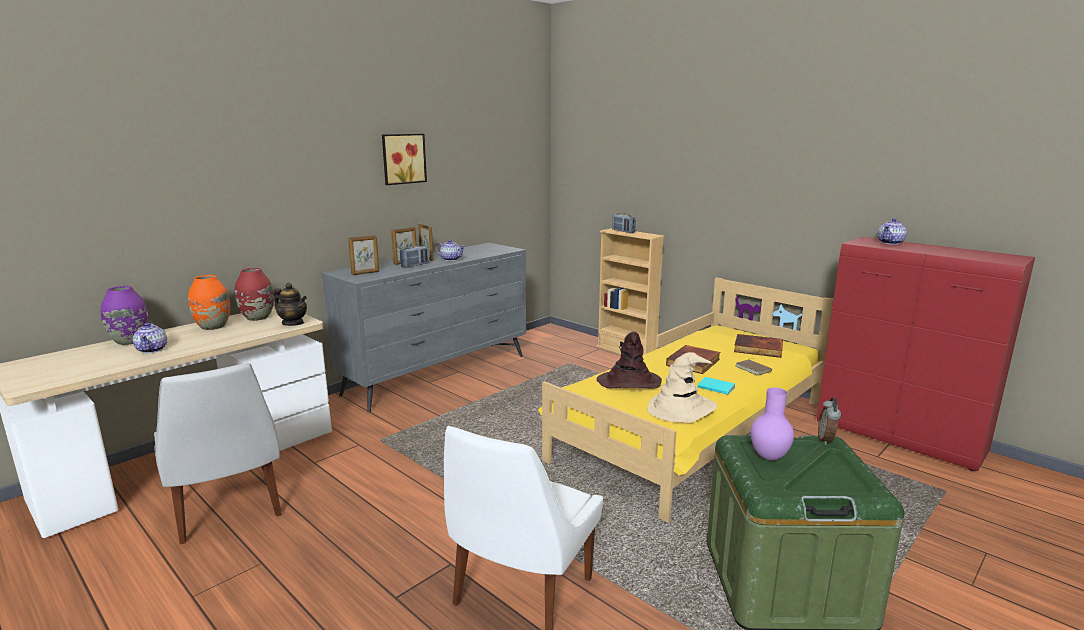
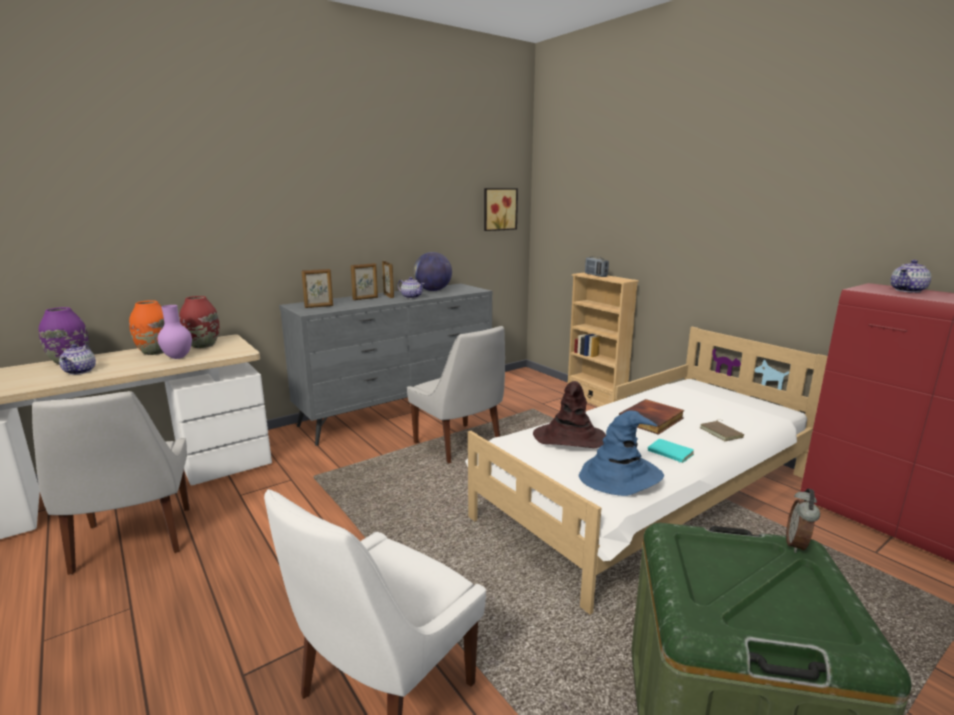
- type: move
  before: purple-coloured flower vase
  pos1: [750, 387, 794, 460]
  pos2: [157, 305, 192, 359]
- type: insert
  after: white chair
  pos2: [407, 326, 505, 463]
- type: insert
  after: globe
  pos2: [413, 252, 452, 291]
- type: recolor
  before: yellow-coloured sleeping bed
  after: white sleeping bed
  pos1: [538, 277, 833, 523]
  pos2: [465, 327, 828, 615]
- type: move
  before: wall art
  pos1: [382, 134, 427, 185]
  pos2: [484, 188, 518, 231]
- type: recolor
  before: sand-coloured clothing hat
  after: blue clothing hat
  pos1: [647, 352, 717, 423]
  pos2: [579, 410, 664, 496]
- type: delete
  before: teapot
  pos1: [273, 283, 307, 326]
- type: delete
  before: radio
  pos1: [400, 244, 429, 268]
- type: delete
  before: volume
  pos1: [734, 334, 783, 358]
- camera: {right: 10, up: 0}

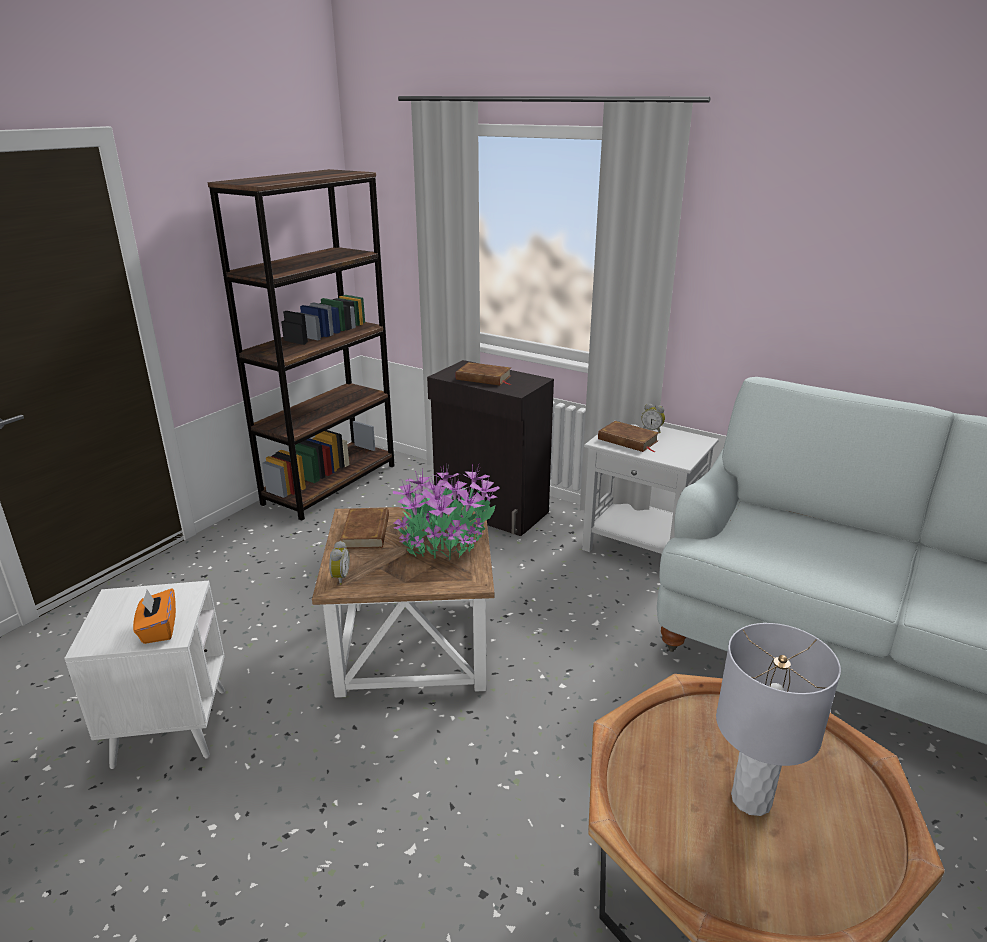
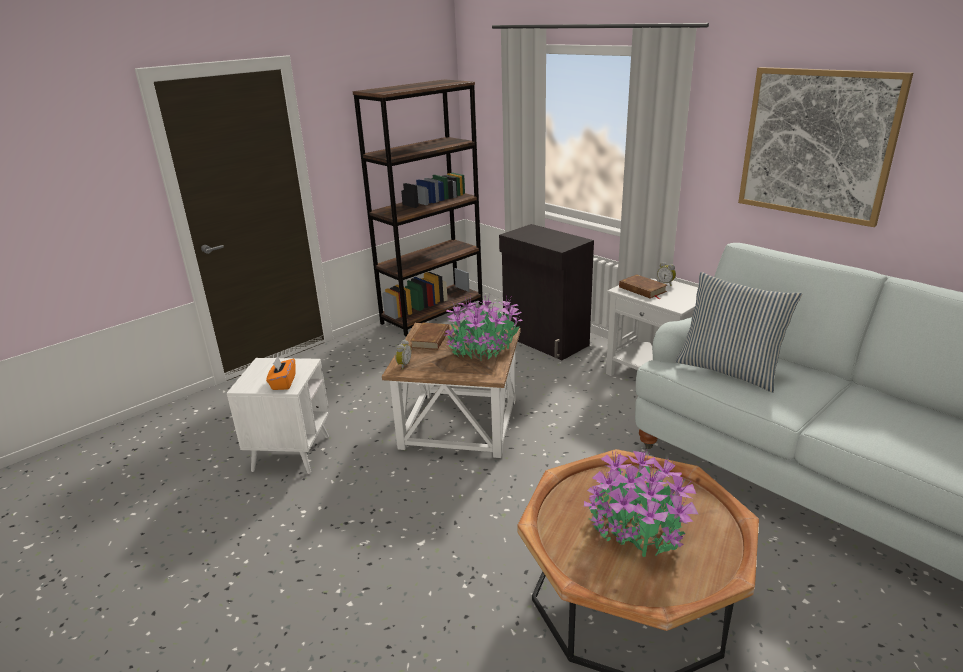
- type: replace
  before: gray table lamp
  after: potted plant
  pos1: [716, 623, 841, 816]
  pos2: [584, 448, 698, 557]
- type: insert
  after: pillow
  pos2: [676, 272, 802, 393]
- type: insert
  after: wall art
  pos2: [738, 67, 913, 227]
- type: delete
  before: brown-coloured volume
  pos1: [456, 362, 511, 386]
- camera: {right: 15, up: 0}

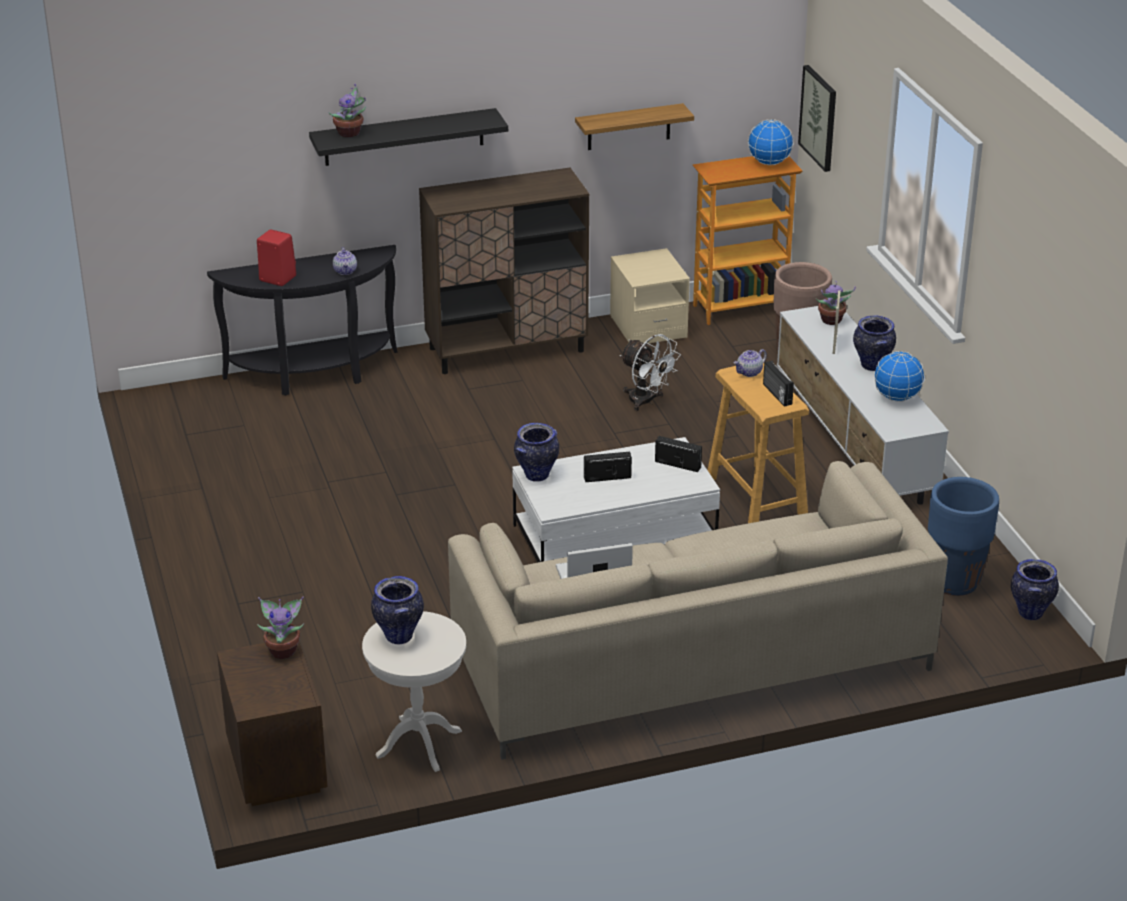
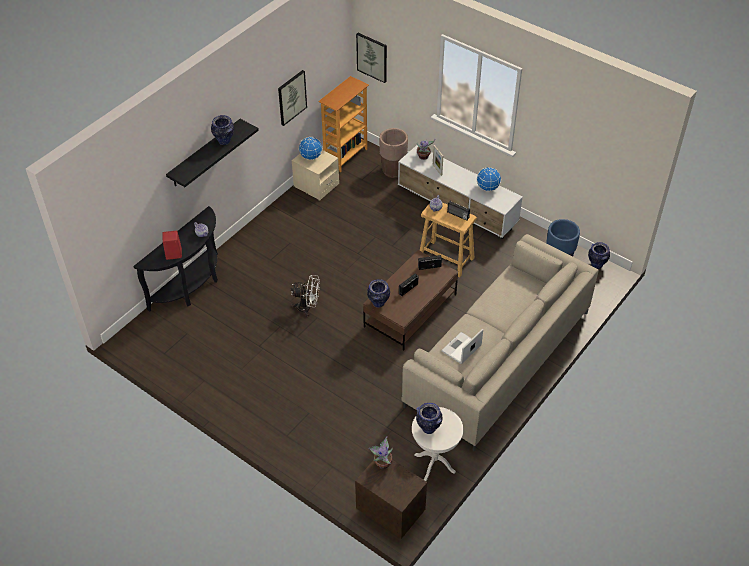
- type: move
  before: flower vase
  pos1: [853, 315, 896, 371]
  pos2: [211, 115, 234, 145]
- type: replace
  before: bracket shelf
  after: wall art
  pos1: [575, 103, 694, 150]
  pos2: [278, 70, 307, 126]
- type: move
  before: white cooling fan
  pos1: [620, 334, 681, 411]
  pos2: [291, 275, 320, 317]
- type: move
  before: globe
  pos1: [748, 119, 794, 165]
  pos2: [299, 137, 322, 160]
- type: recolor
  before: white coffee table
  after: brown-coloured coffee table
  pos1: [512, 437, 720, 562]
  pos2: [363, 250, 458, 351]
- type: delete
  before: potted plant
  pos1: [328, 83, 366, 137]
- type: delete
  before: brown-coloured cabinet
  pos1: [419, 168, 589, 374]
- camera: {right: -35, up: 15}

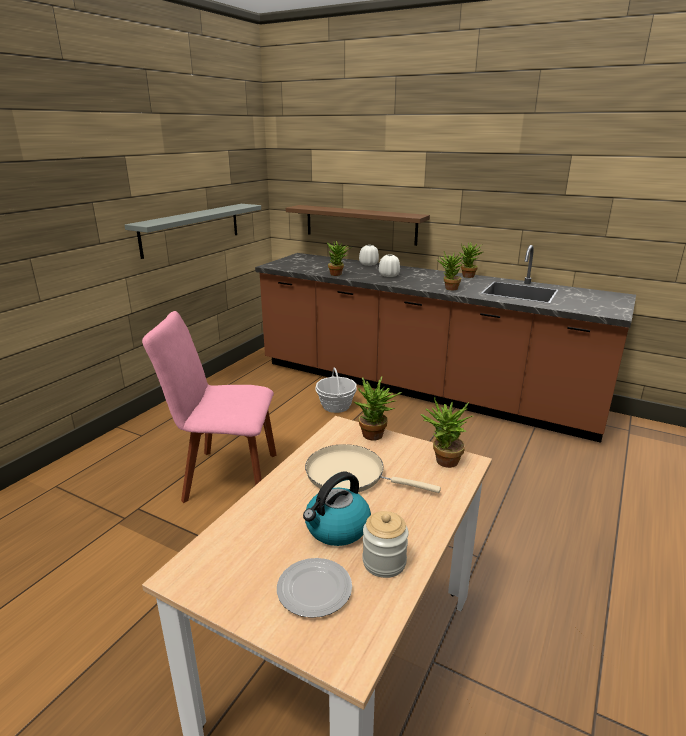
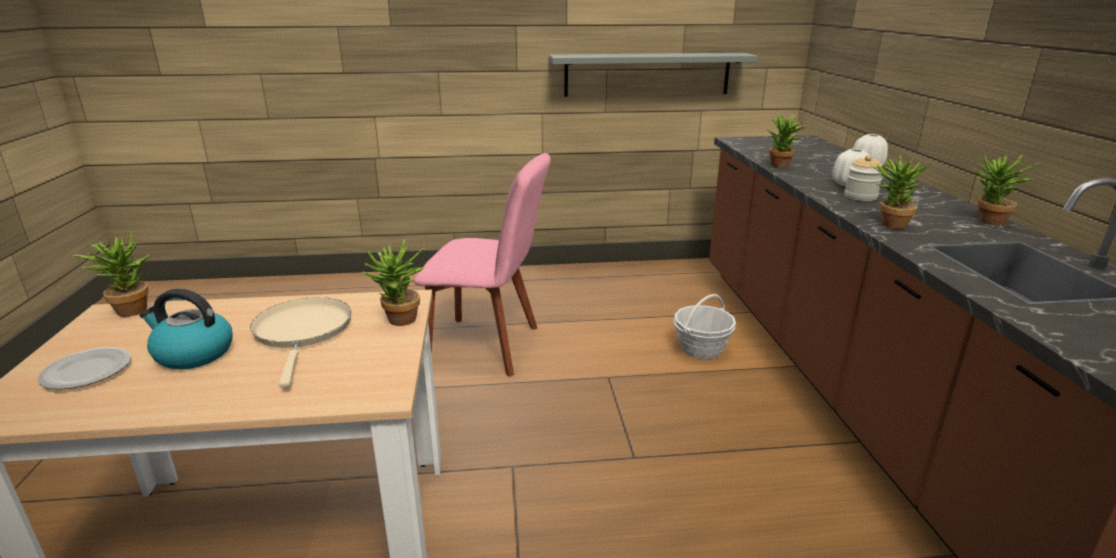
- type: move
  before: potted plant
  pos1: [420, 397, 473, 468]
  pos2: [72, 229, 150, 317]
- type: rotate
  before: pink chair
  pos1: [142, 311, 276, 503]
  pos2: [413, 153, 551, 377]
  turn: 135
- type: move
  before: jar
  pos1: [362, 511, 409, 578]
  pos2: [844, 155, 883, 201]
- type: delete
  before: brown-coloured bracket shelf
  pos1: [286, 205, 430, 246]
- camera: {right: 55, up: 0}

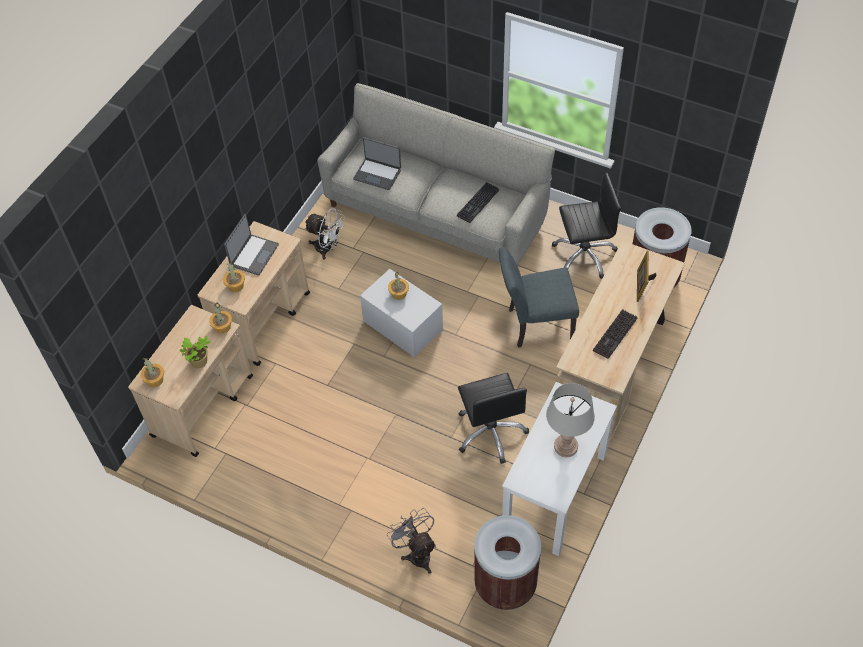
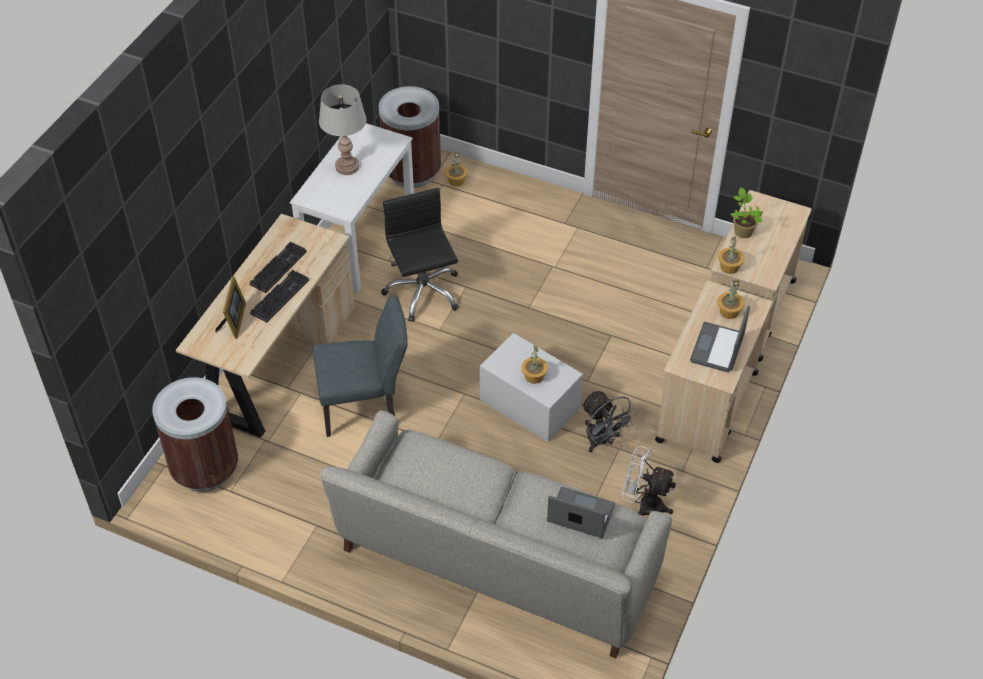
- type: move
  before: PC keyboard
  pos1: [457, 182, 499, 223]
  pos2: [250, 270, 309, 323]
- type: move
  before: potted plant
  pos1: [141, 358, 164, 387]
  pos2: [445, 153, 468, 186]
- type: move
  before: gray cooling fan
  pos1: [387, 508, 436, 574]
  pos2: [581, 390, 638, 452]
- type: delete
  before: black desk chair
  pos1: [552, 172, 621, 279]
- camera: {right: 175, up: -5}

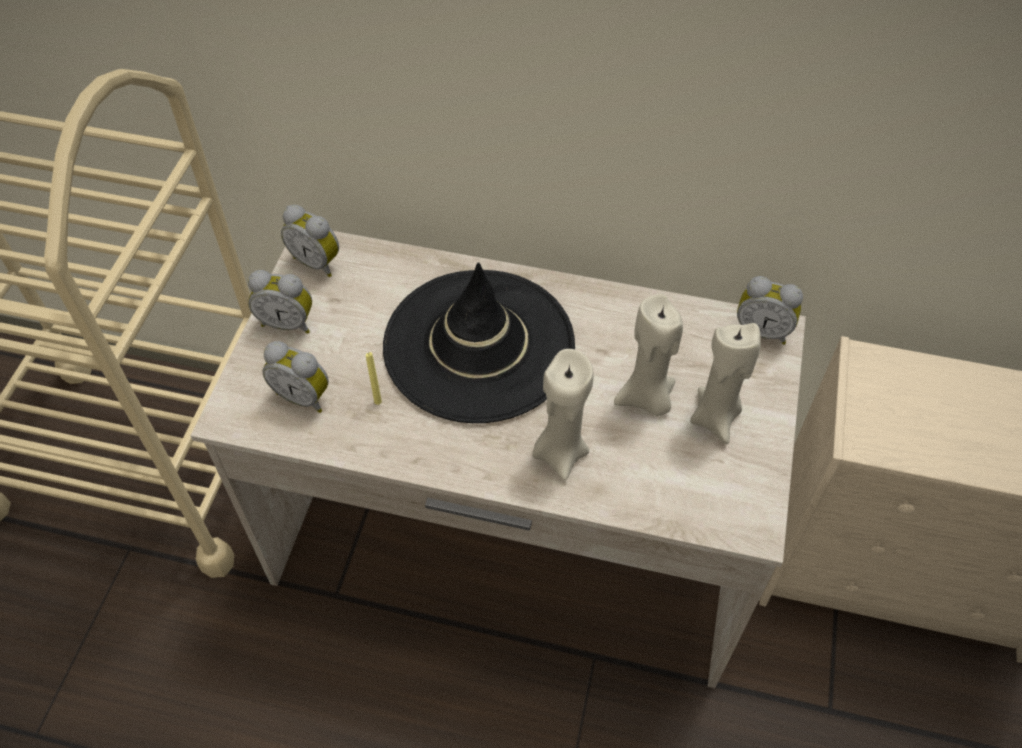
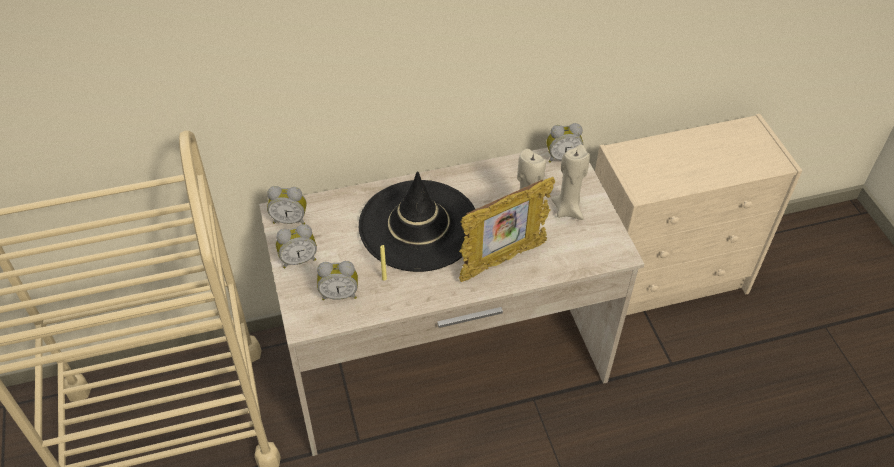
- type: replace
  before: sand-coloured wax light
  after: picture frame
  pos1: [532, 349, 594, 481]
  pos2: [459, 177, 555, 282]
- camera: {right: -30, up: -5}

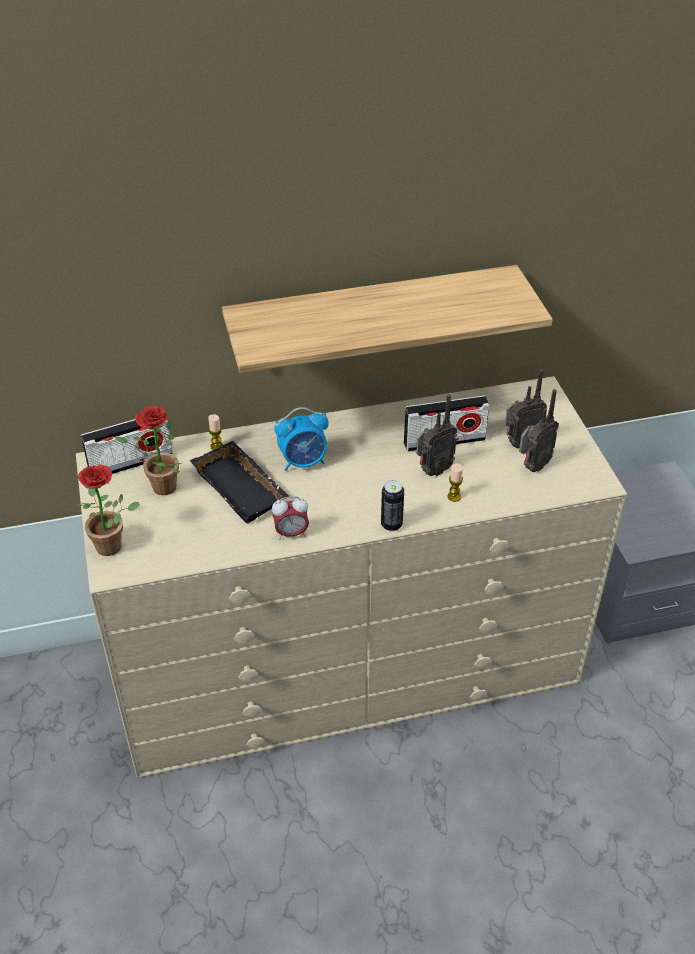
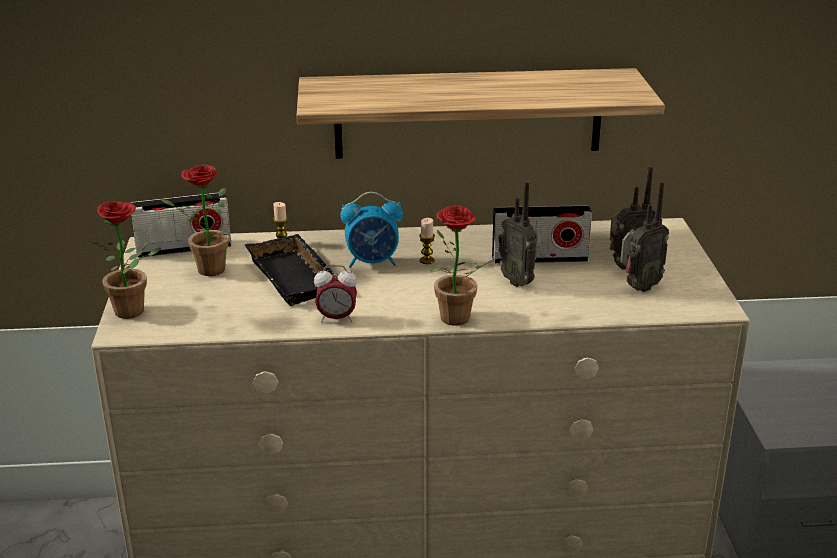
- type: move
  before: wax light
  pos1: [448, 463, 463, 502]
  pos2: [419, 218, 435, 264]
- type: replace
  before: can
  after: potted plant
  pos1: [381, 480, 404, 532]
  pos2: [430, 205, 498, 326]
- type: rotate
  before: radio
  pos1: [416, 394, 457, 476]
  pos2: [498, 181, 540, 287]
  turn: 75
- camera: {right: 10, up: -15}

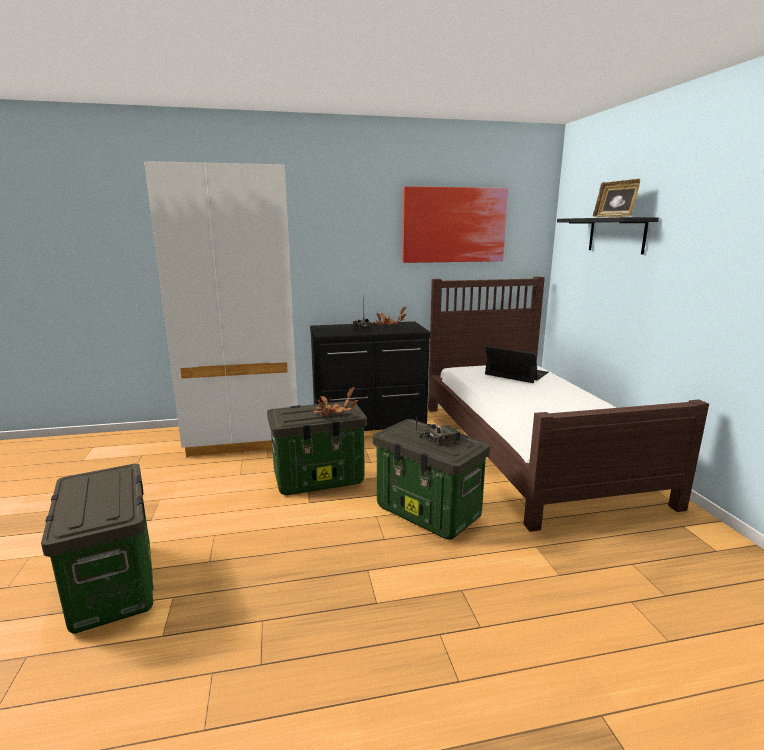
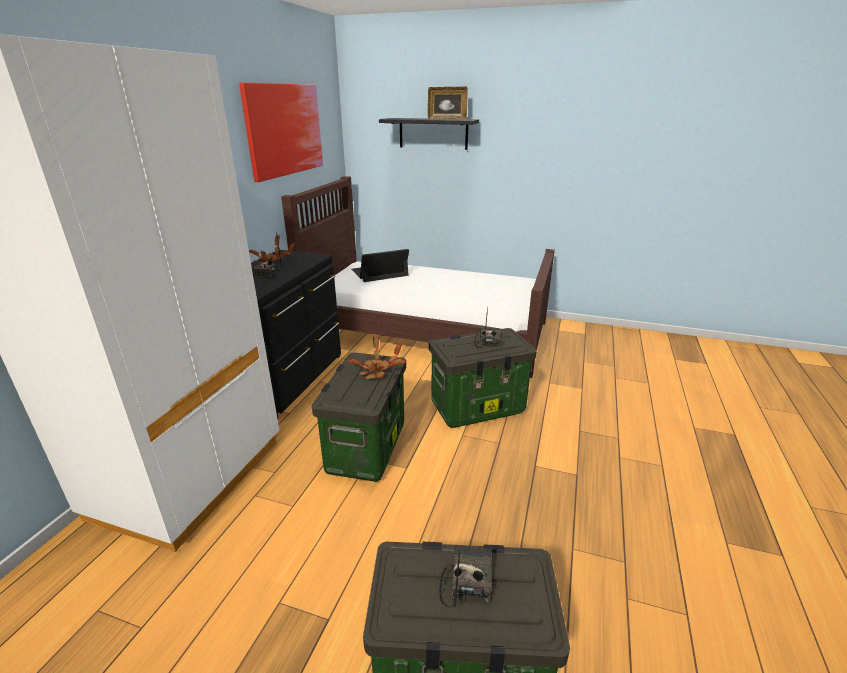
- type: insert
  after: radio
  pos2: [439, 545, 491, 608]
- camera: {right: -60, up: 10}

